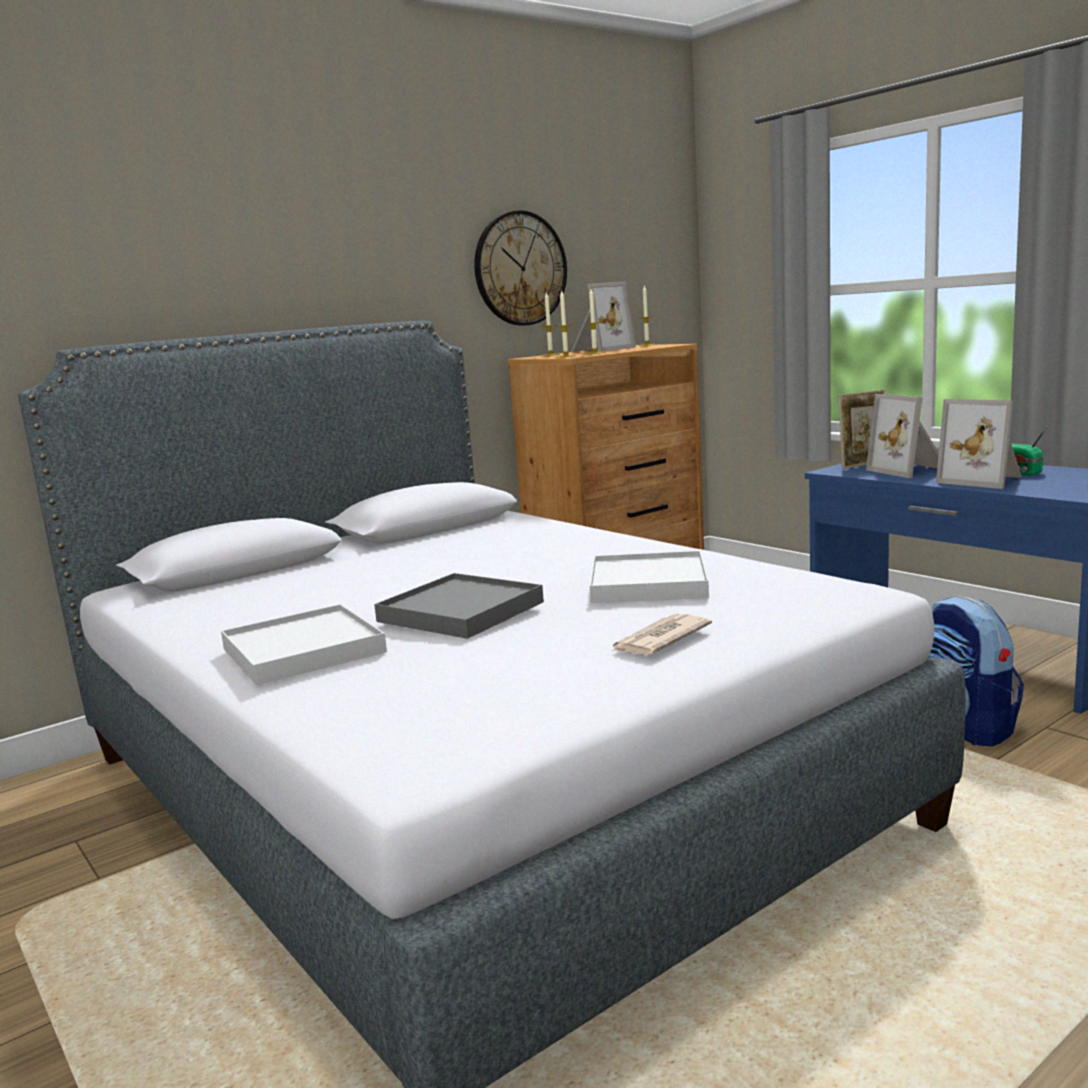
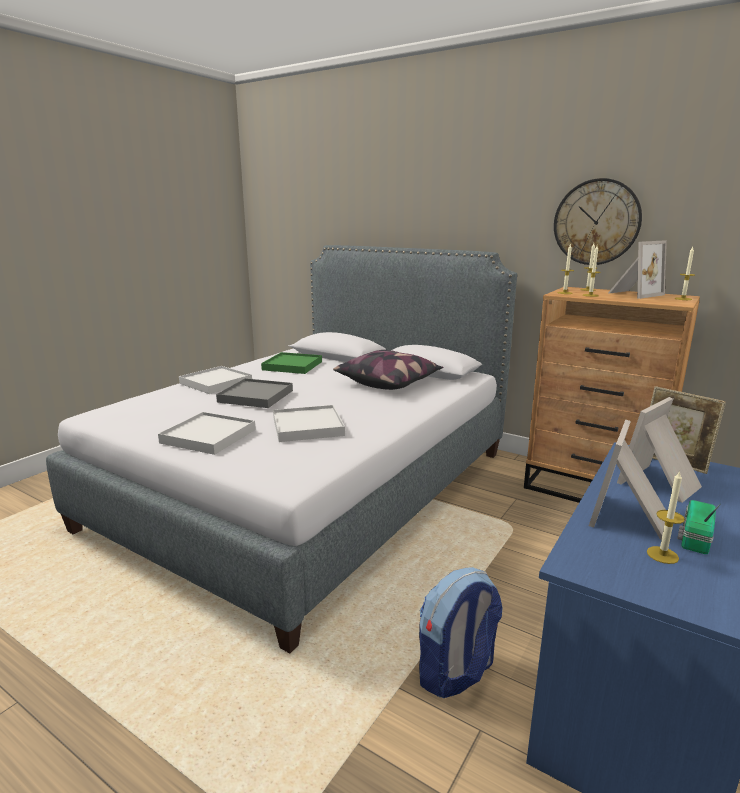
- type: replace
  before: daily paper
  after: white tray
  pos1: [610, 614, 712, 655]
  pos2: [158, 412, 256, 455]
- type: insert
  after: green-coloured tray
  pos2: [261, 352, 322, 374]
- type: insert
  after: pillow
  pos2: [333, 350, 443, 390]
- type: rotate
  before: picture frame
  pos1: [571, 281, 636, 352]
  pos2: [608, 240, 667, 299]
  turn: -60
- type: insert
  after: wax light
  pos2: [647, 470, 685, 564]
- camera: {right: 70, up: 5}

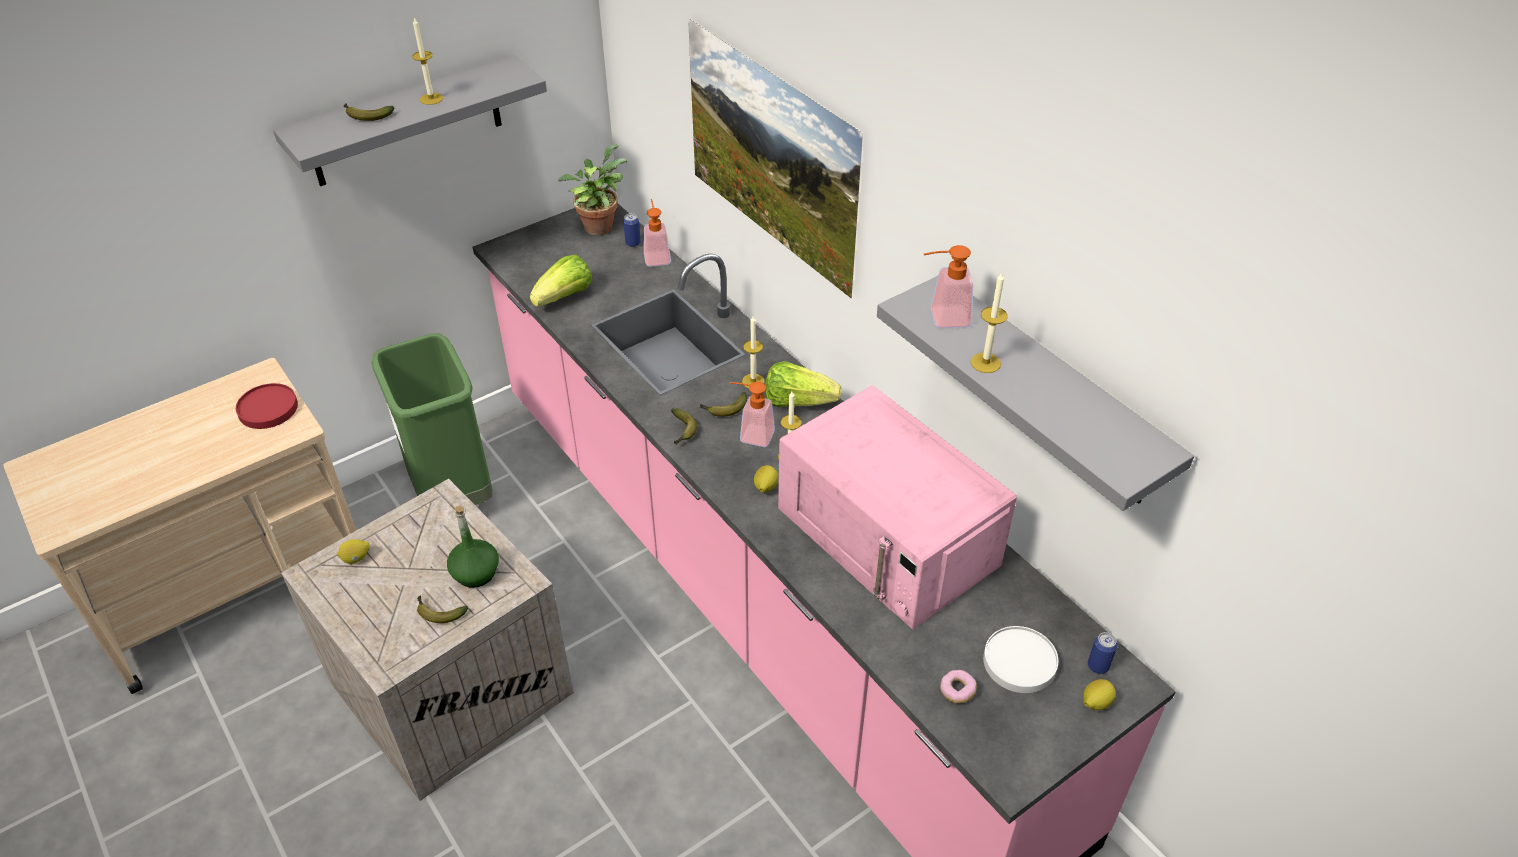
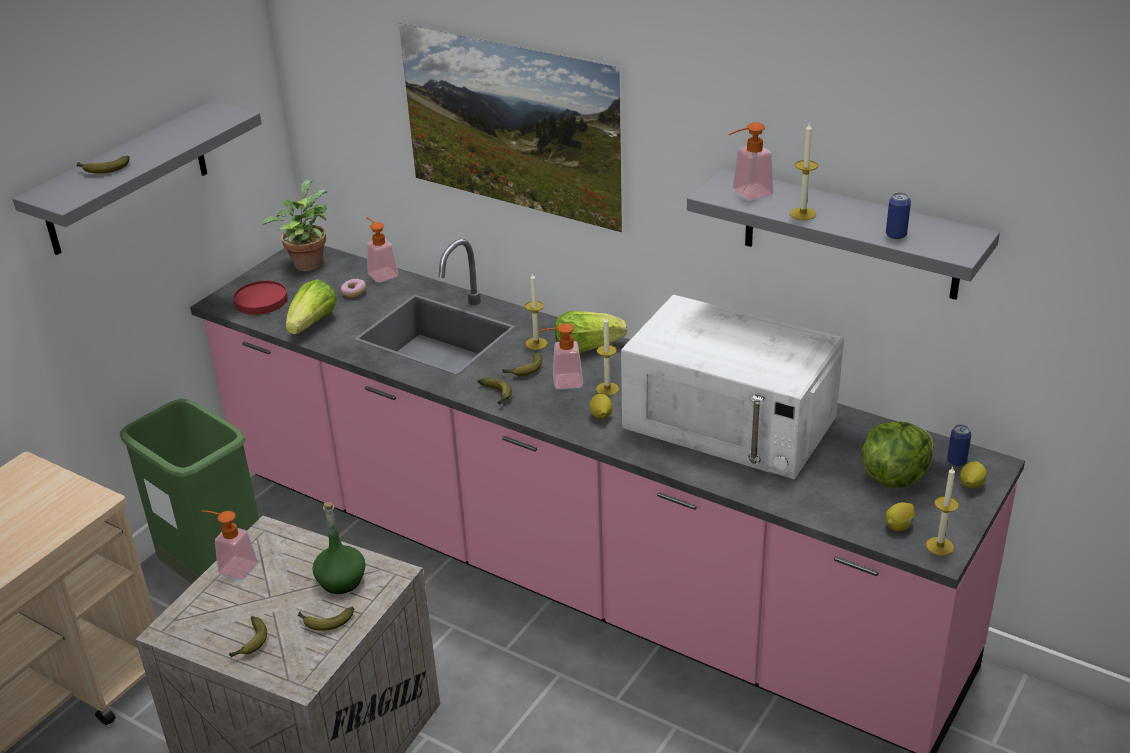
- type: insert
  after: soap dispenser
  pos2: [201, 510, 258, 580]
- type: insert
  after: banana fruit
  pos2: [229, 616, 267, 657]
- type: move
  before: red-coloured flat dish
  pos1: [236, 383, 298, 429]
  pos2: [233, 281, 288, 315]
- type: move
  before: ring doughnut
  pos1: [940, 670, 977, 703]
  pos2: [341, 279, 366, 298]
- type: recolor
  before: pink microwave
  after: white microwave
  pos1: [778, 386, 1017, 629]
  pos2: [621, 295, 844, 479]
- type: replace
  before: white flat dish
  after: head of lettuce
  pos1: [983, 626, 1058, 693]
  pos2: [861, 421, 934, 488]
- type: move
  before: citrus fruit
  pos1: [337, 539, 370, 564]
  pos2: [885, 502, 915, 531]
- type: move
  before: can
  pos1: [623, 213, 641, 247]
  pos2: [886, 192, 911, 239]
- type: move
  before: wax light
  pos1: [412, 18, 443, 105]
  pos2: [926, 467, 959, 556]
- camera: {right: -20, up: -10}

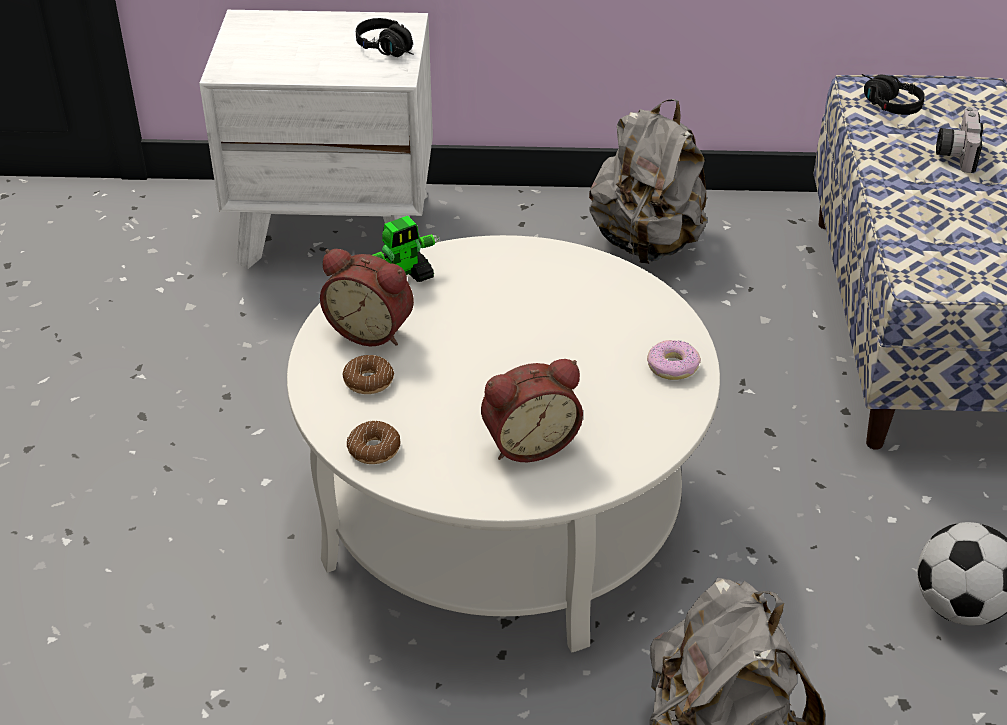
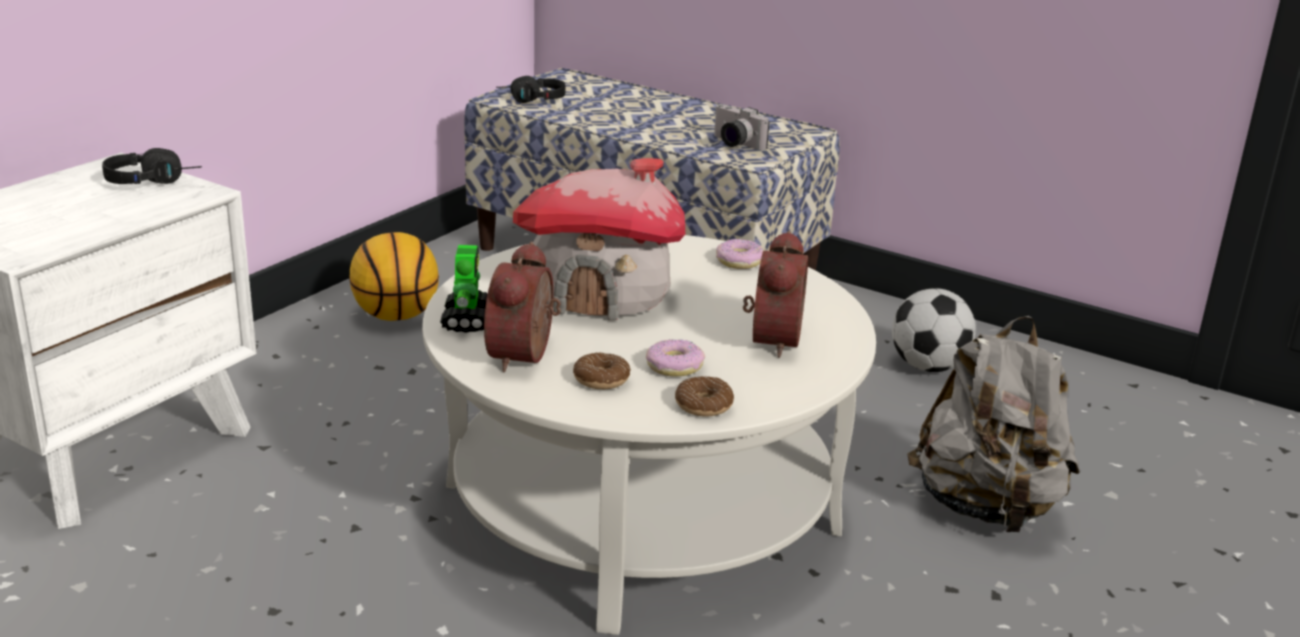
- type: replace
  before: gray knapsack
  after: basketball
  pos1: [589, 99, 707, 264]
  pos2: [350, 232, 439, 321]
- type: rotate
  before: table clock
  pos1: [320, 249, 414, 346]
  pos2: [484, 242, 561, 372]
  turn: 135
- type: insert
  after: miniature house
  pos2: [513, 158, 685, 320]
- type: insert
  after: ring doughnut
  pos2: [646, 339, 705, 376]
- type: move
  before: photo camera
  pos1: [936, 107, 983, 173]
  pos2: [714, 104, 769, 150]
- camera: {right: -60, up: -15}

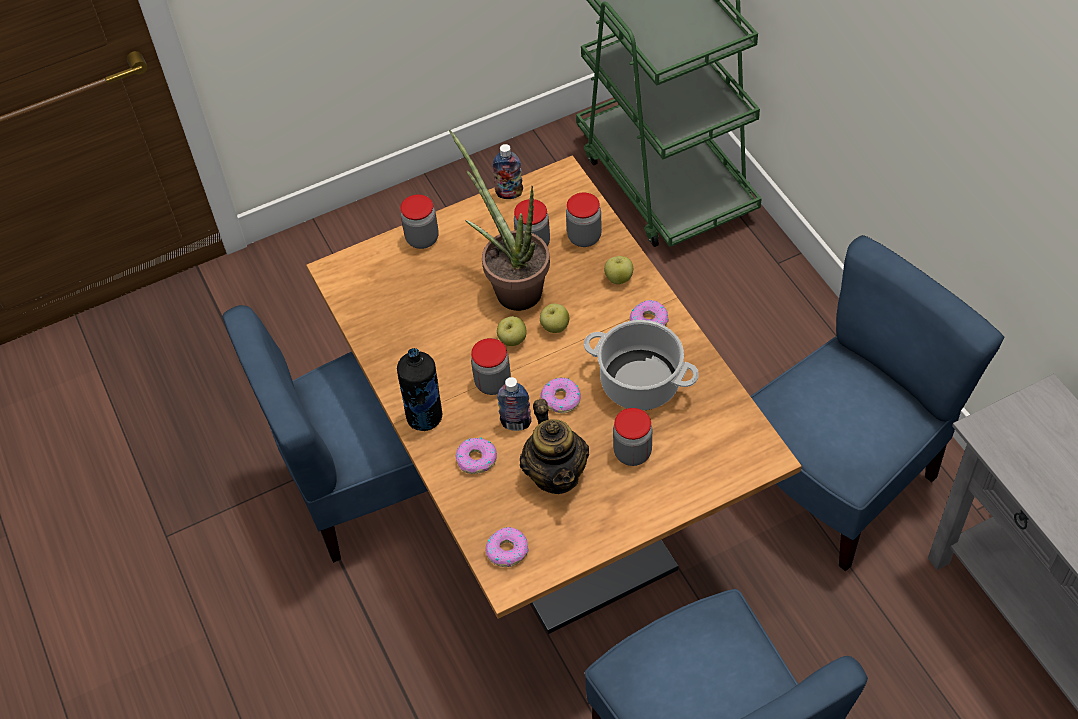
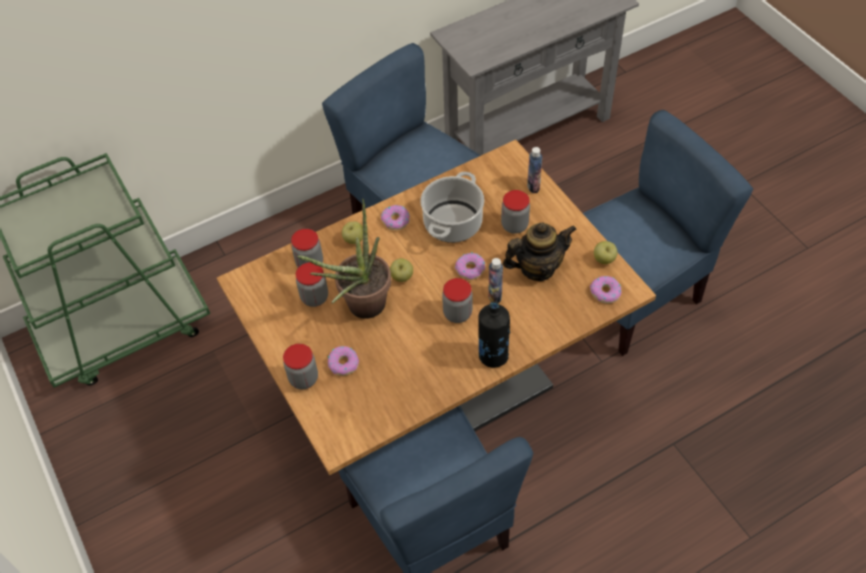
- type: move
  before: ring doughnut
  pos1: [455, 437, 497, 474]
  pos2: [328, 346, 359, 376]
- type: move
  before: drink bottle
  pos1: [492, 144, 523, 199]
  pos2: [527, 147, 542, 193]
- type: move
  before: whole apple
  pos1: [497, 316, 526, 346]
  pos2: [594, 241, 618, 264]
- camera: {right: -95, up: 0}

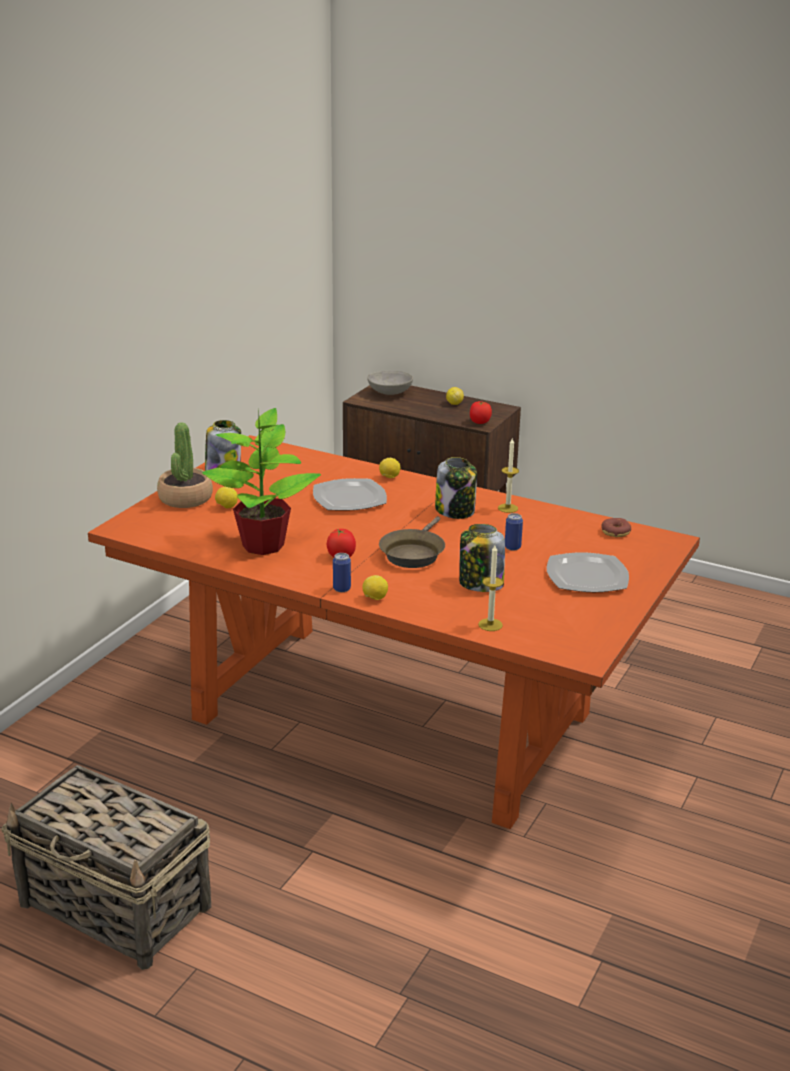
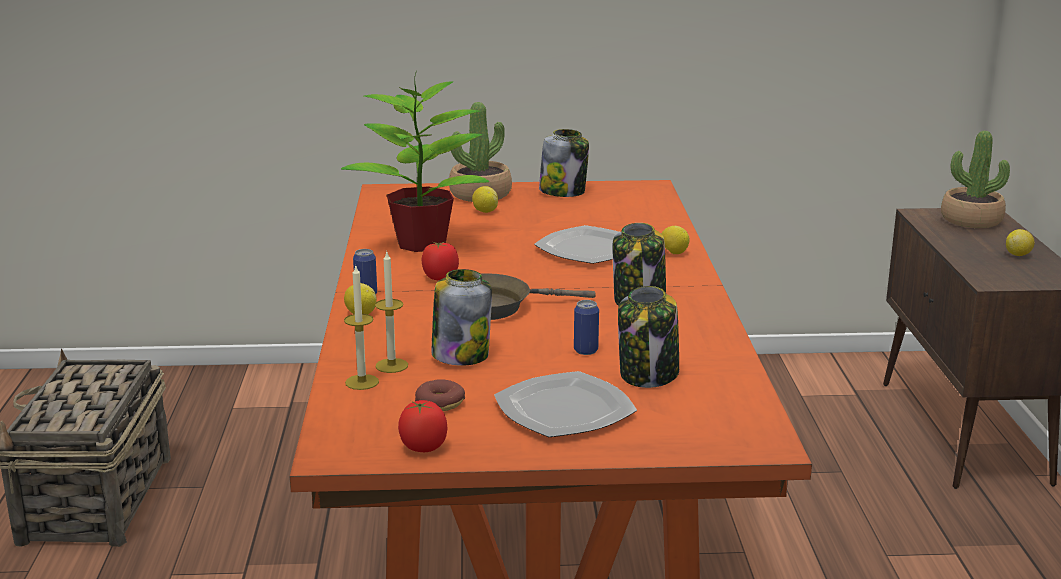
- type: move
  before: wax light
  pos1: [498, 438, 519, 513]
  pos2: [375, 252, 408, 373]
- type: move
  before: fresh tomato
  pos1: [470, 401, 492, 424]
  pos2: [398, 400, 447, 452]
- type: move
  before: ring doughnut
  pos1: [601, 518, 631, 537]
  pos2: [415, 379, 465, 411]
- type: insert
  after: jar
  pos2: [618, 286, 679, 388]
- type: replace
  before: gray serving bowl
  after: potted plant
  pos1: [367, 371, 413, 395]
  pos2: [941, 131, 1010, 228]
- camera: {right: 60, up: -5}

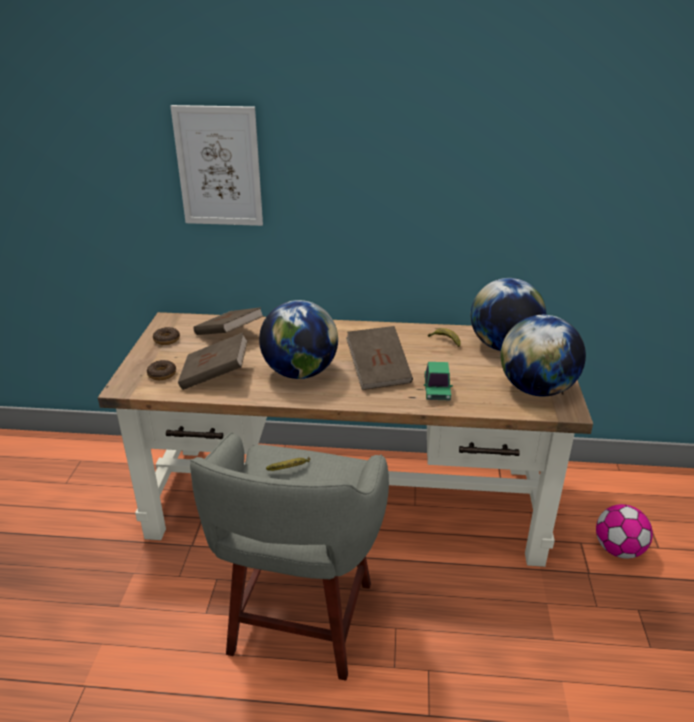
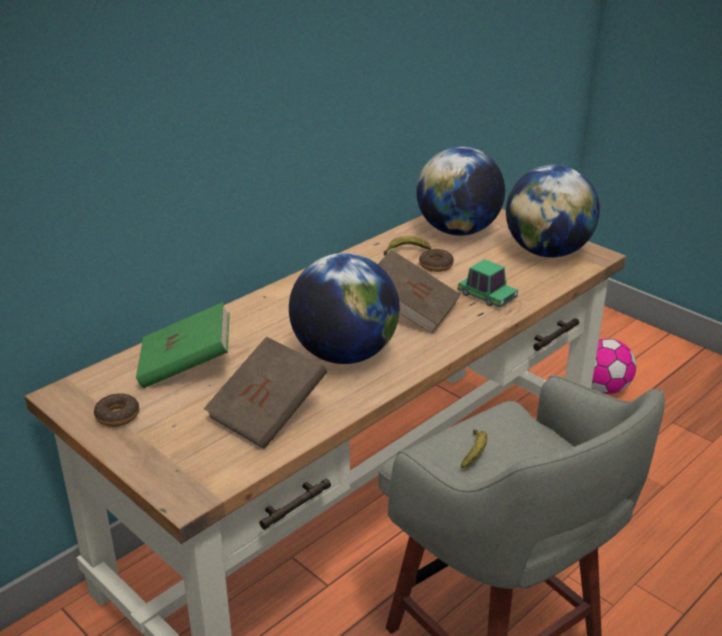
- type: recolor
  before: brown-coloured volume
  after: green-coloured volume
  pos1: [194, 307, 263, 335]
  pos2: [136, 302, 230, 388]
- type: move
  before: ring doughnut
  pos1: [147, 360, 176, 380]
  pos2: [419, 249, 454, 272]
- type: delete
  before: wall art
  pos1: [170, 105, 263, 226]
- camera: {right: -50, up: 0}

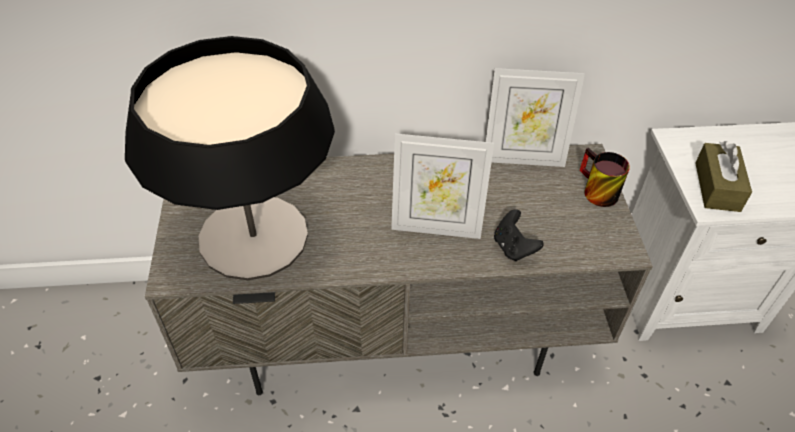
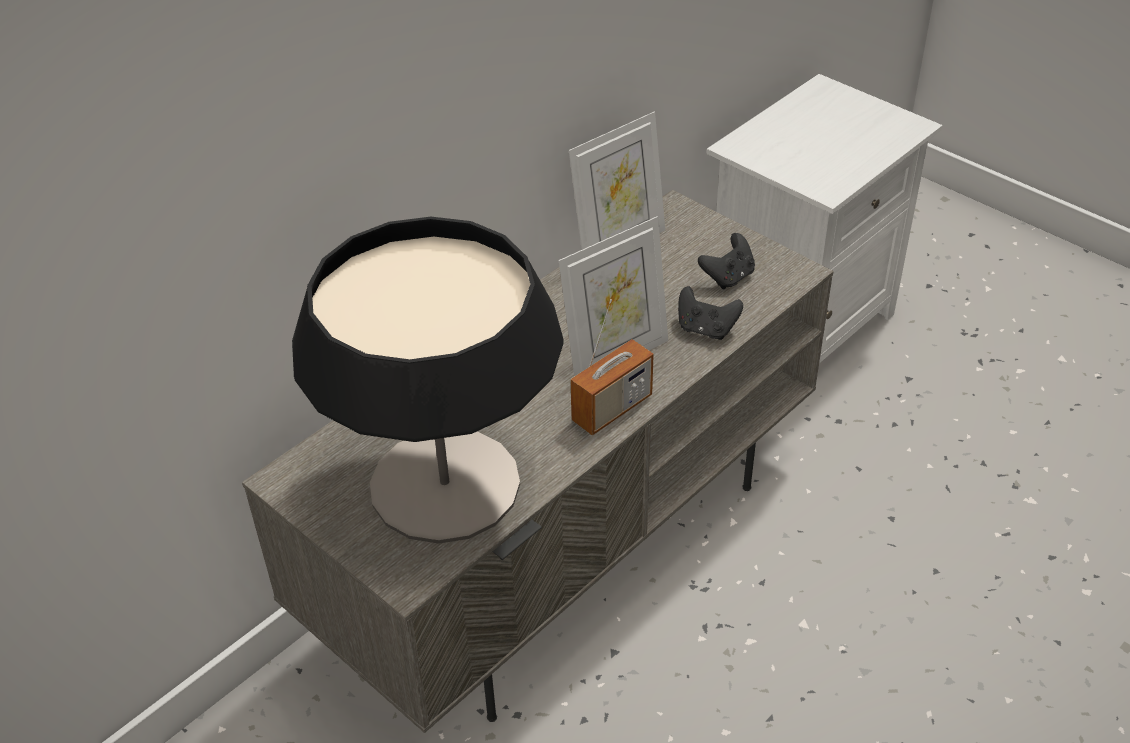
- type: insert
  after: radio
  pos2: [571, 299, 654, 435]
- type: insert
  after: black joypad
  pos2: [698, 233, 755, 290]
- type: delete
  before: coffee mug
  pos1: [580, 148, 630, 207]
- type: delete
  before: brown-coloured tissue holder
  pos1: [695, 141, 752, 212]
- camera: {right: -40, up: -5}

